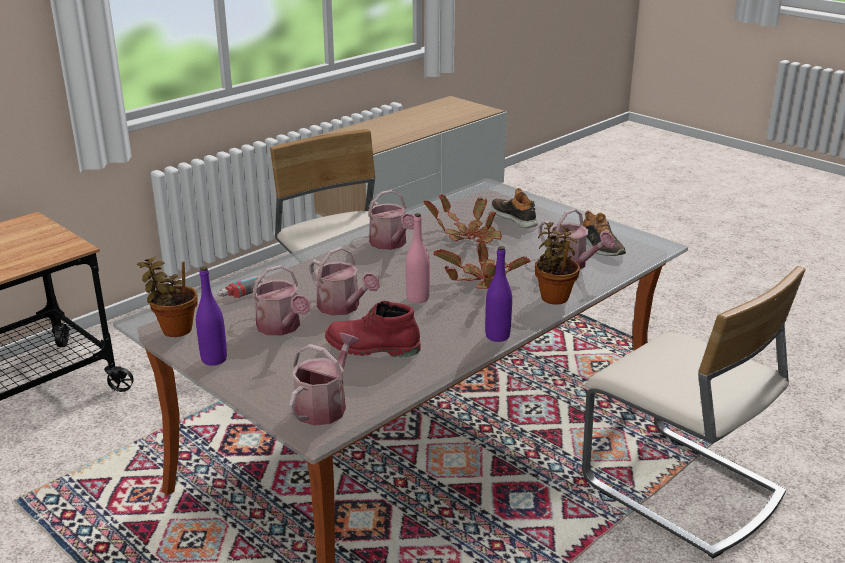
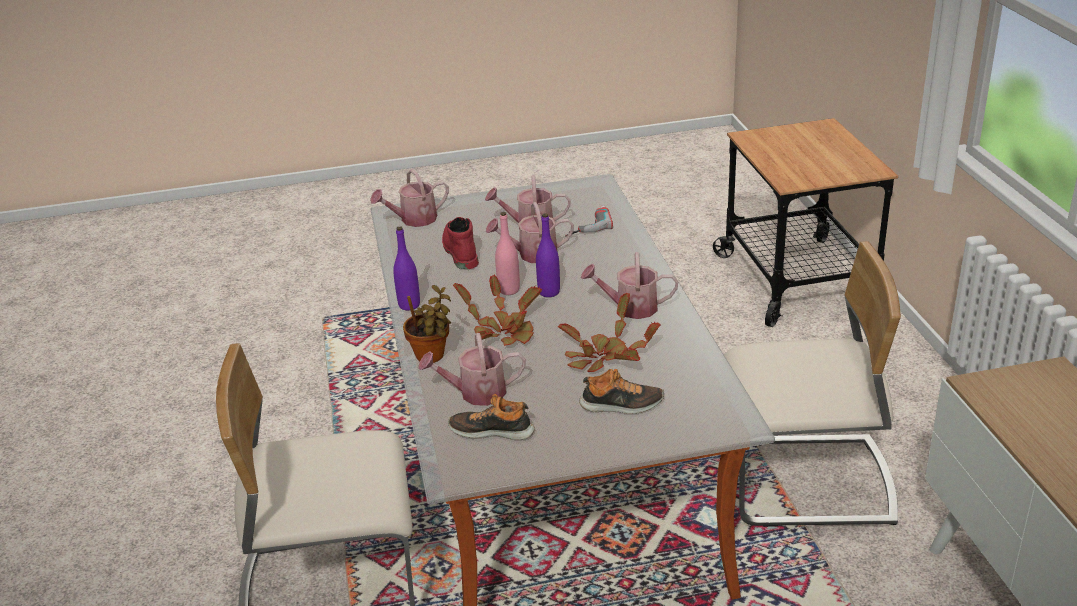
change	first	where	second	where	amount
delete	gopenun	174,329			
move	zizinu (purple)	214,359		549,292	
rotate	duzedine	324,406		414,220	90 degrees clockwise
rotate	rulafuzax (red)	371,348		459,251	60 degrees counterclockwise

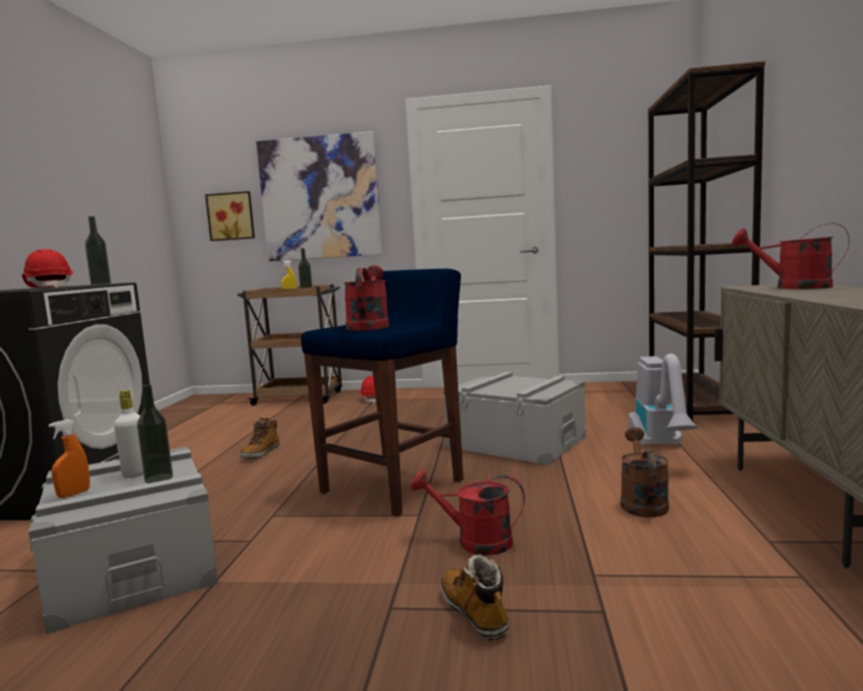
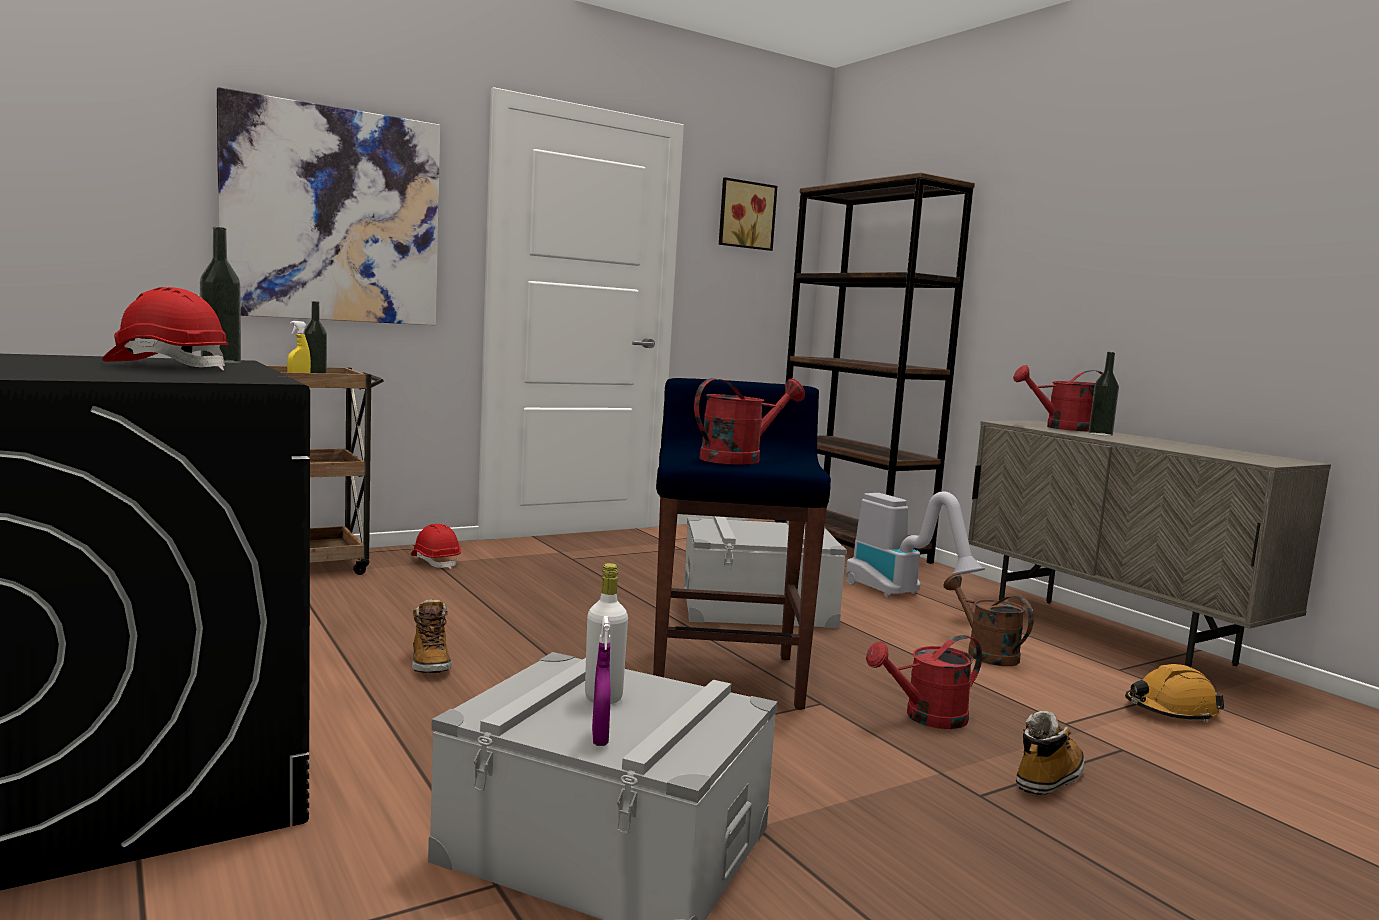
change	first	where	second	where	amount
insert			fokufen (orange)	1171,710	
move	zizinu	159,478		1100,434	
move	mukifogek	231,216		745,215	
recolor	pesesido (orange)	74,494	pesesido (purple)	600,738	
rotate	duzedine (red)	369,326		739,459	90 degrees clockwise
rotate	rulafuzax	474,613		1049,778	105 degrees clockwise

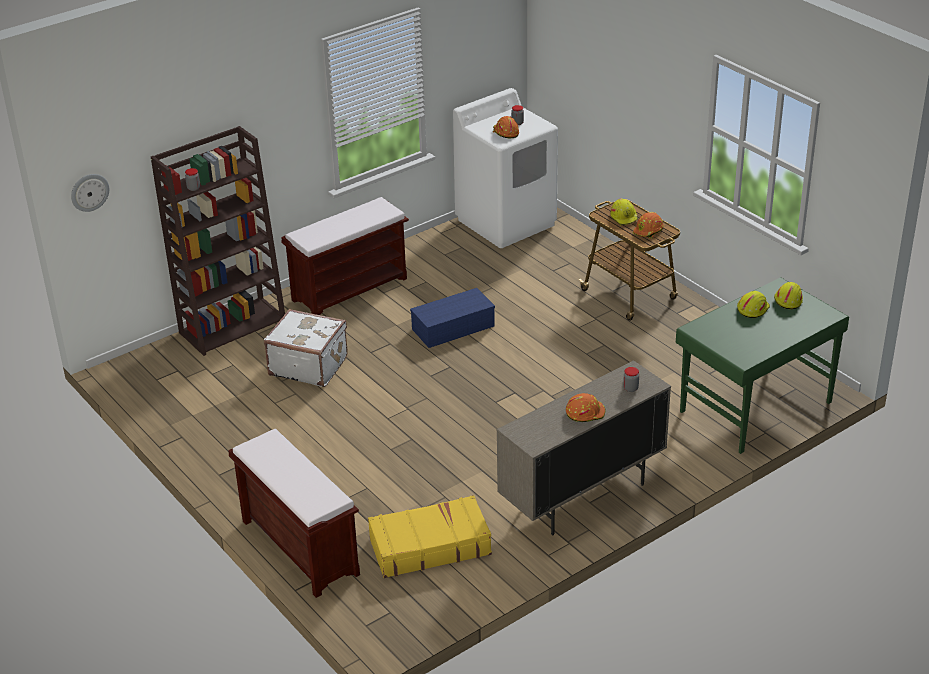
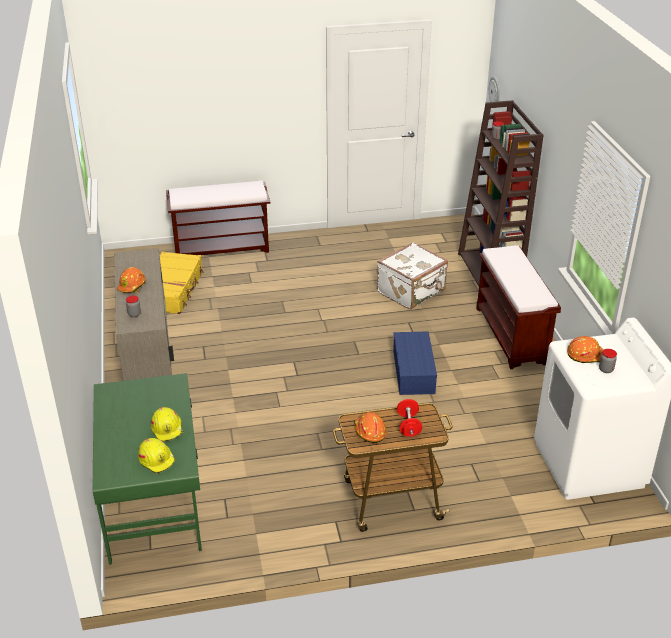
change	first	where	second	where	amount
replace	fokufen (yellow)	624,217	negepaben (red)	408,426	

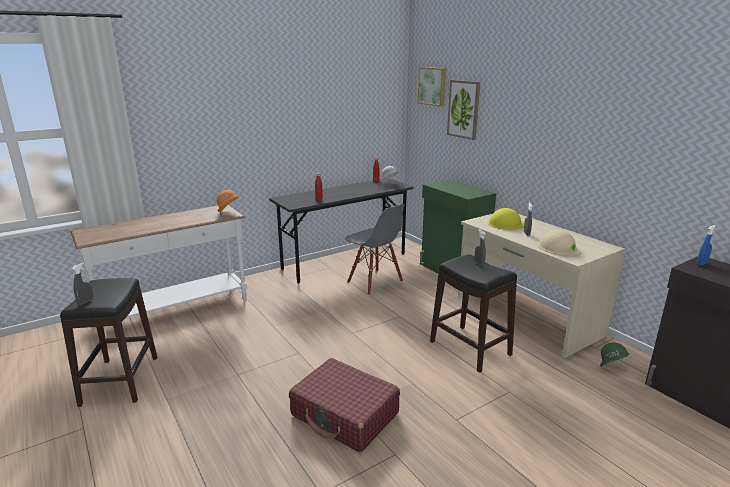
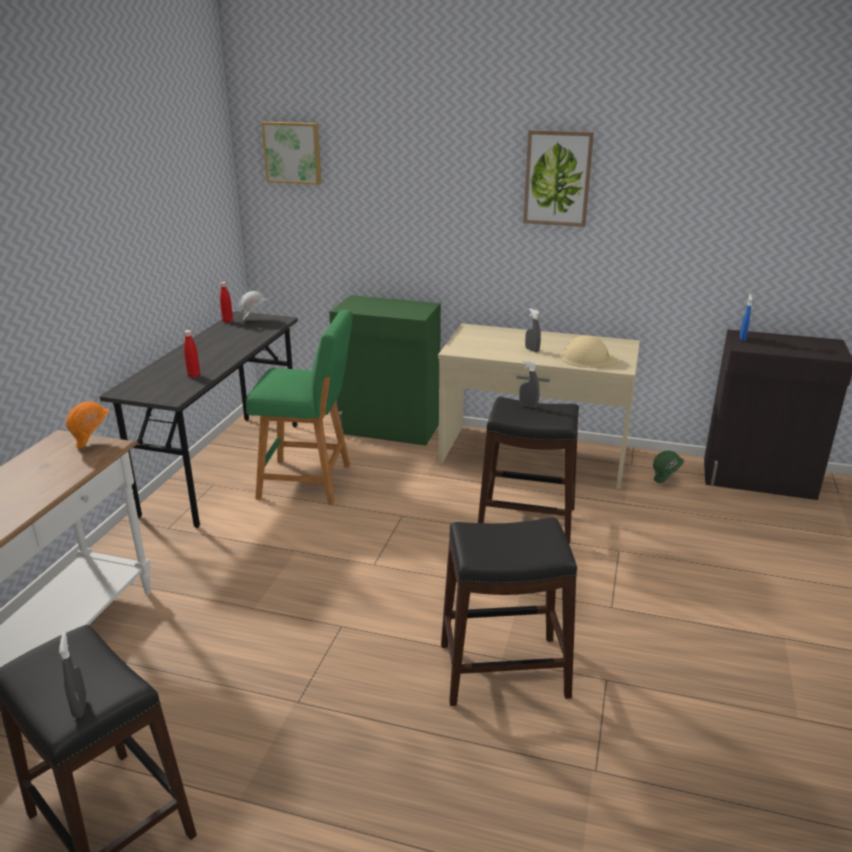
change	first	where	second	where	amount
delete	fokufen (yellow)	506,224			
move	mukifogek	464,109		557,178	
replace	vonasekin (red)	345,415	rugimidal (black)	502,669	
replace	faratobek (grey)	374,282	rugimidal (green)	310,482	

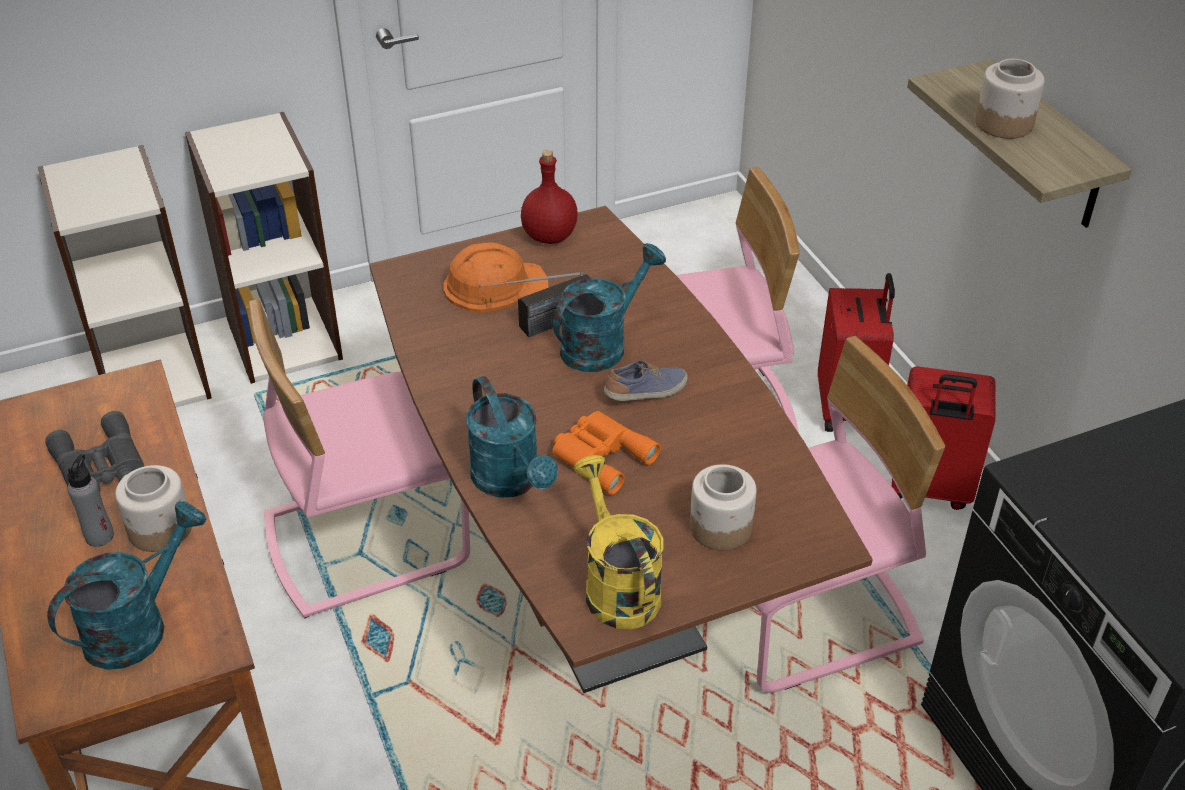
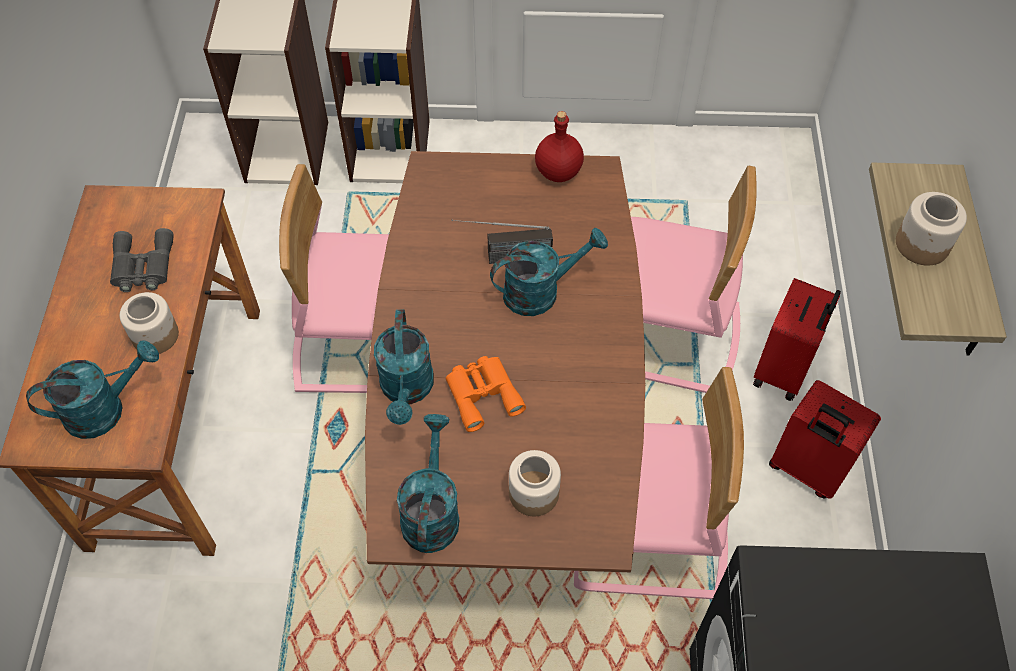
change	first	where	second	where	amount
delete	zizinu (grey)	100,536			
delete	fokufen (orange)	494,285			
delete	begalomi	646,393			
recolor	duzedine (yellow)	616,585	duzedine (turquoise)	431,511	

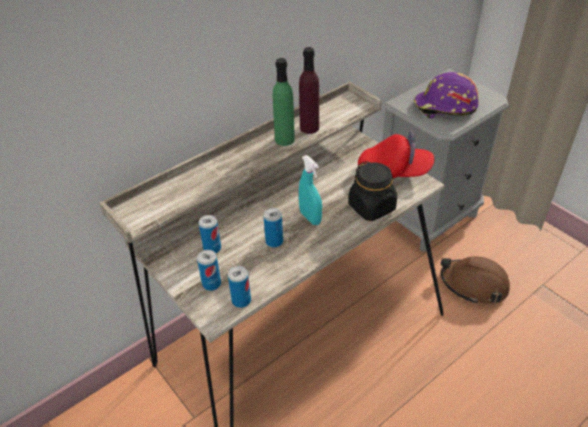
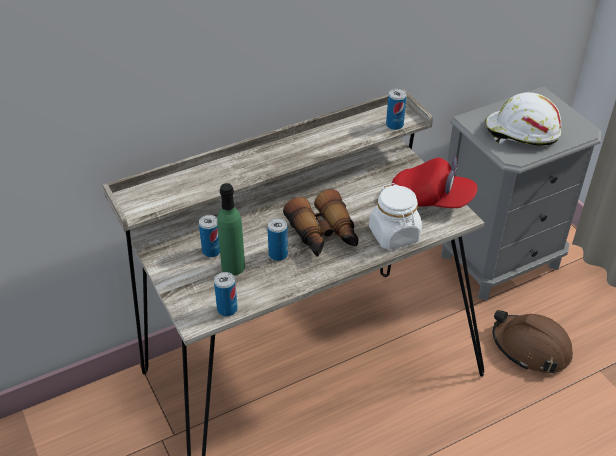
change	first	where	second	where	amount
delete	zizinu (purple)	309,128			
move	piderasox	211,284		394,125	
move	zizinu (green)	284,140		233,267	
replace	pesesido (turquoise)	310,217	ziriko	324,235	
recolor	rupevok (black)	372,207	rupevok (white)	394,235	
recolor	fokufen (purple)	444,107	fokufen (white)	521,133	

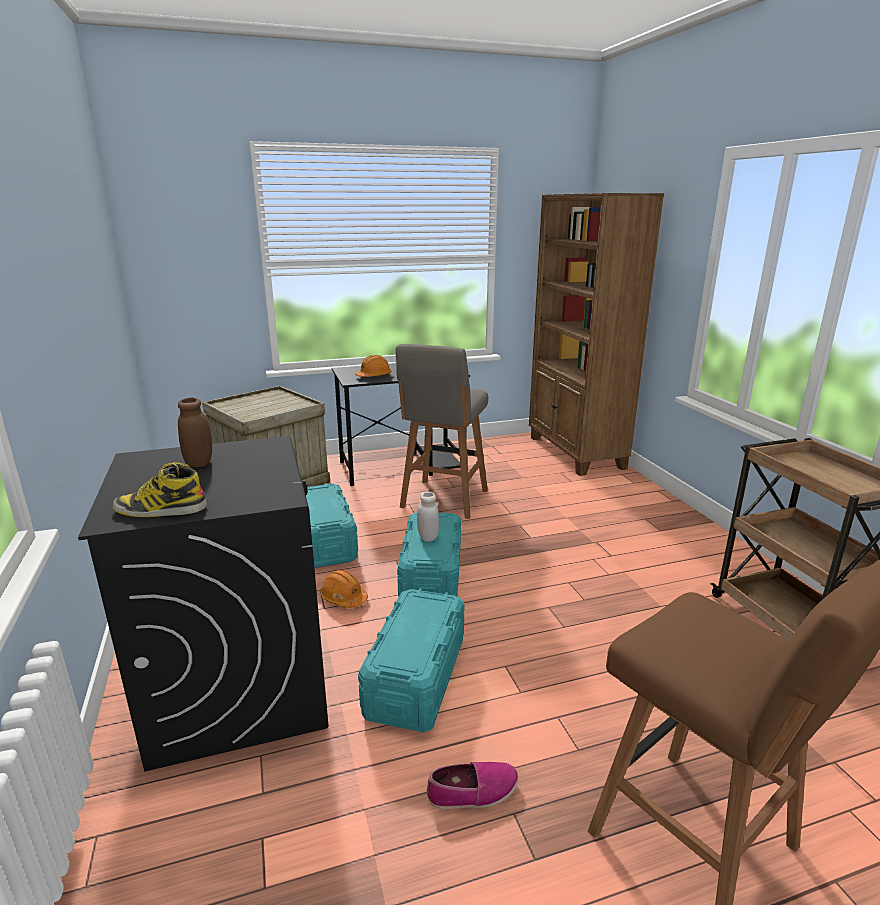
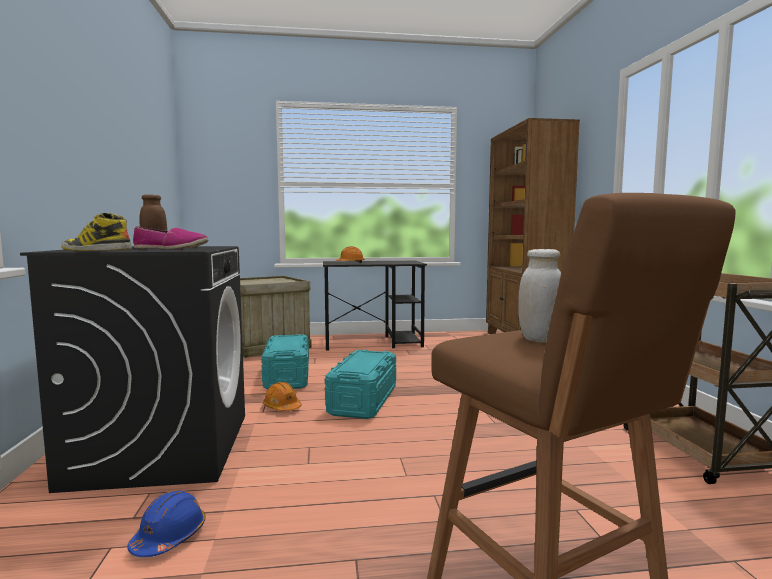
change	first	where	second	where	amount
delete	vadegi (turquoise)	415,677			
delete	rugimidal (grey)	443,500			
insert			fokufen (blue)	169,537	
move	rupevok (white)	428,537		539,339	
move	begalomi	472,792		171,248	

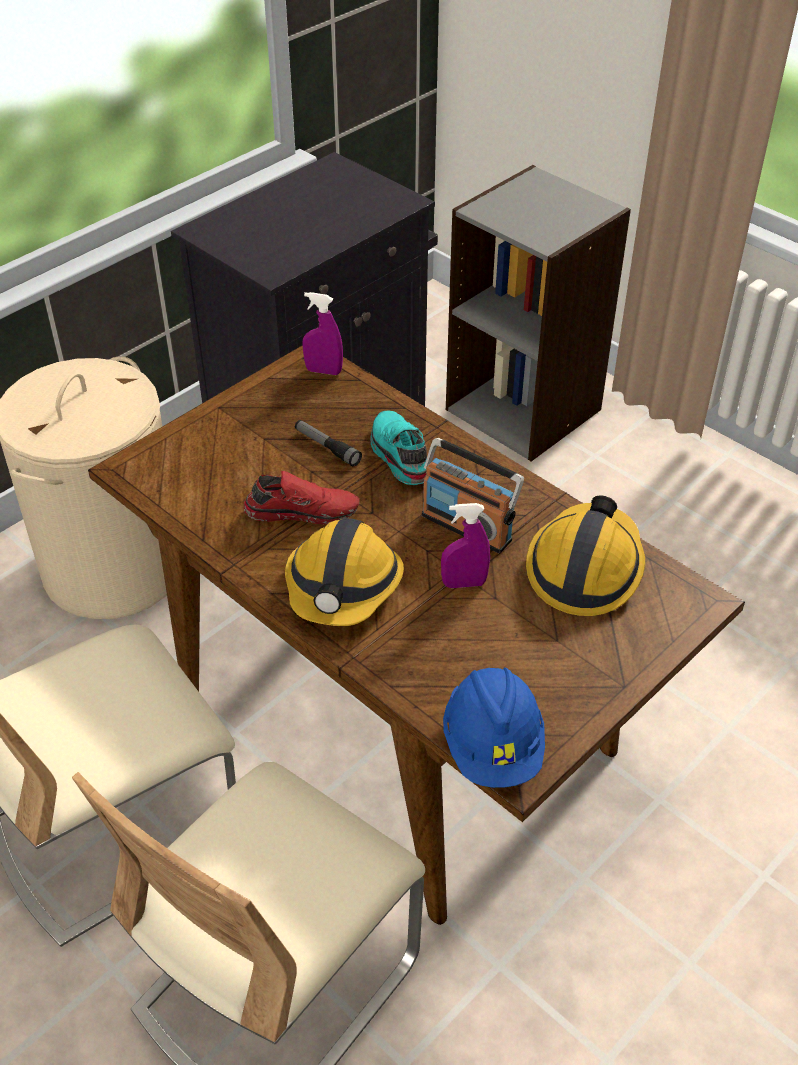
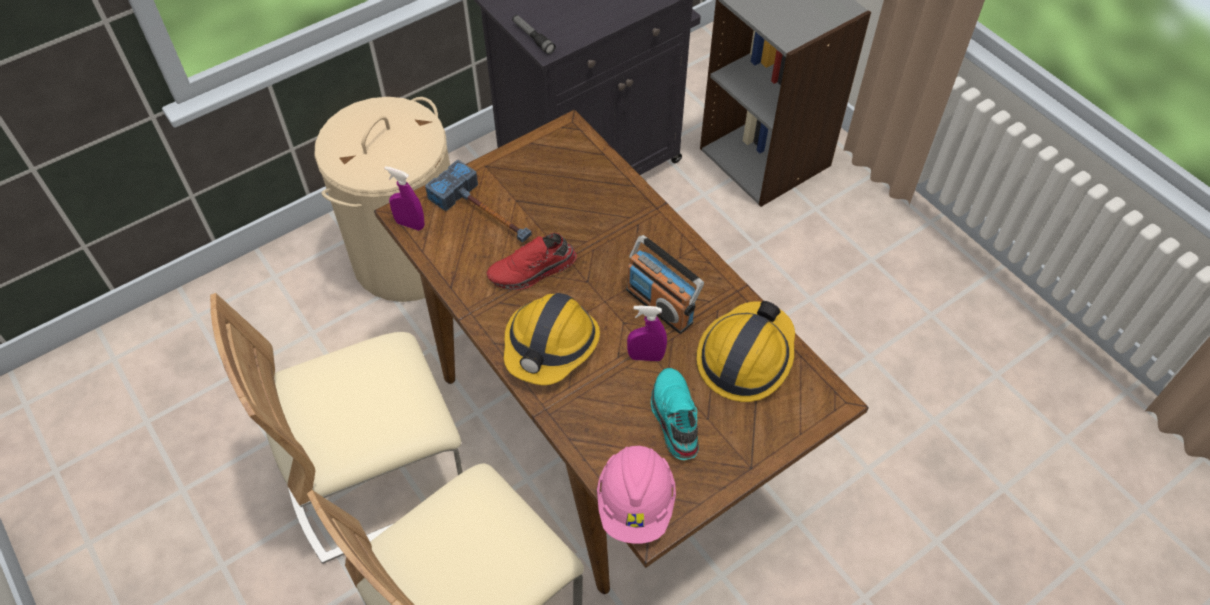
change	first	where	second	where	amount
insert			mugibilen	484,214	
move	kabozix	327,447		533,38	
move	pesesido (purple)	323,371		410,224	
move	begalomi (turquoise)	398,456		673,418	
recolor	fokufen (blue)	493,746	fokufen (pink)	636,503	
rotate	begalomi (red)	302,510		533,271	150 degrees clockwise

